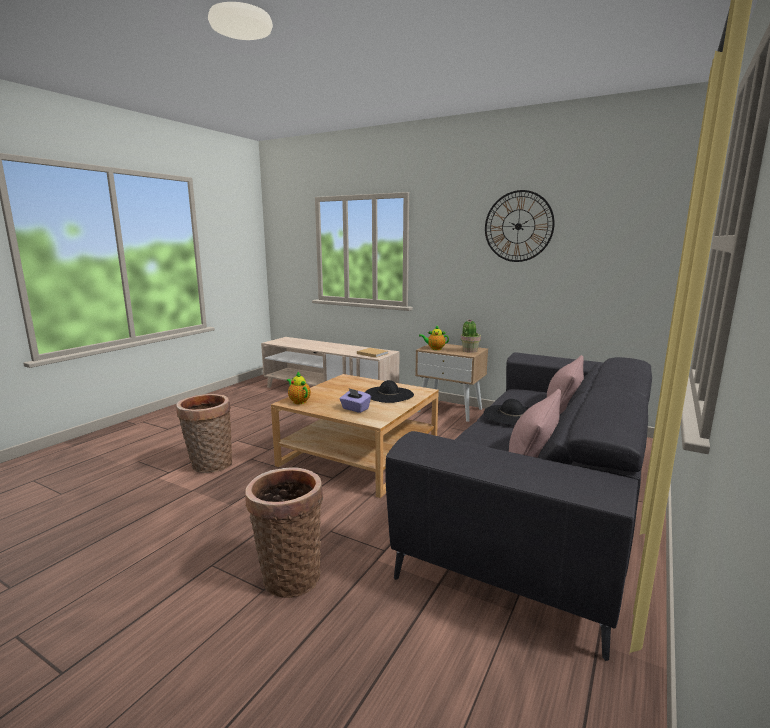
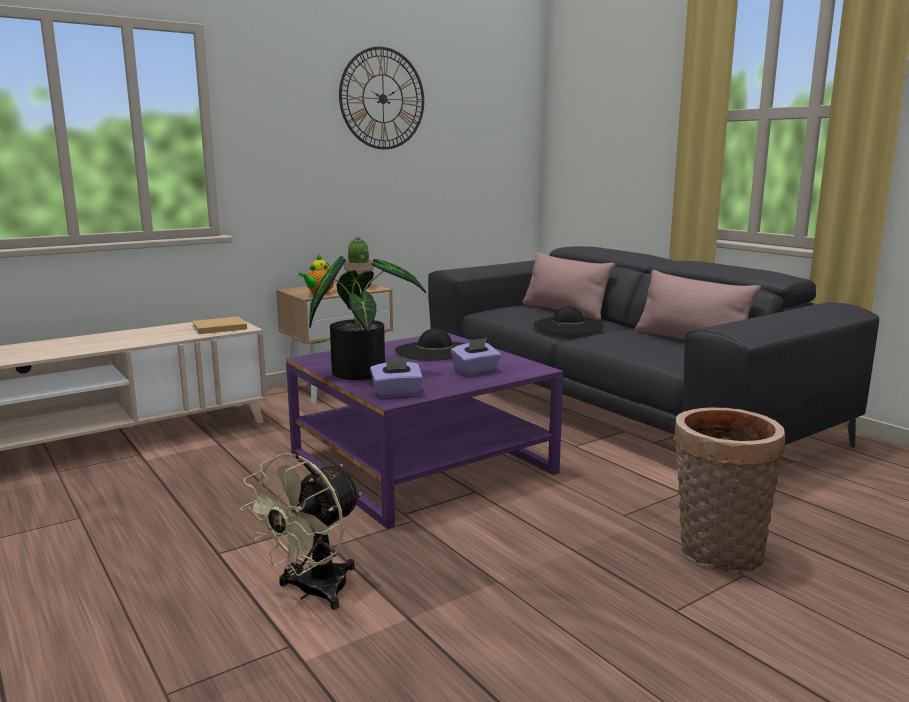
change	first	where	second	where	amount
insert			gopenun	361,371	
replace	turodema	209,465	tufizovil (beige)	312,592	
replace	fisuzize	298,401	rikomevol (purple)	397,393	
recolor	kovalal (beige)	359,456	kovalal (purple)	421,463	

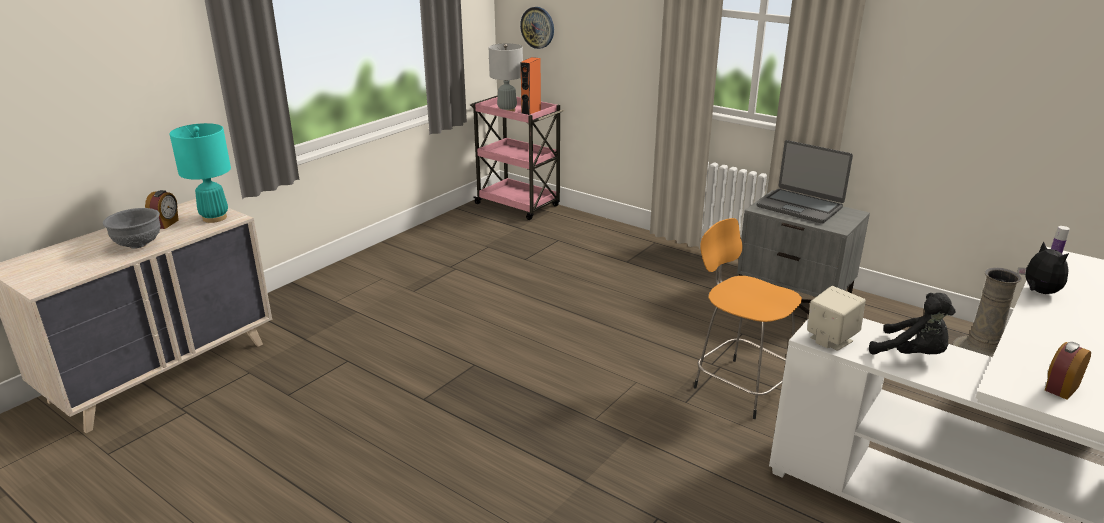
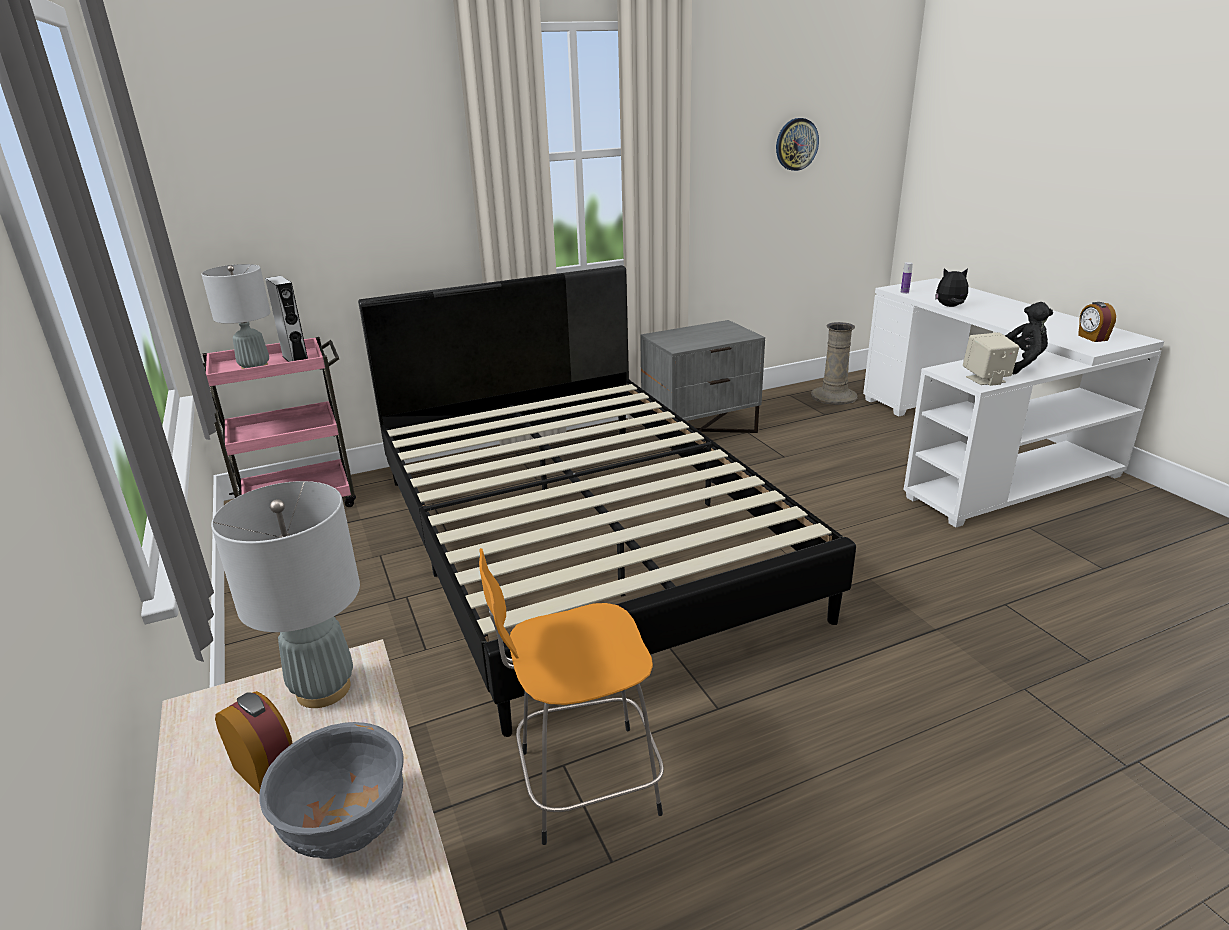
change	first	where	second	where	amount
delete	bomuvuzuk	800,207			
insert			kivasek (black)	582,540	
move	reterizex	538,27		796,144	
move	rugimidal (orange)	740,386		583,783	
recolor	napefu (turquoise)	214,218	napefu (grey)	323,689	
recolor	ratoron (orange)	531,113	ratoron (grey)	295,359	

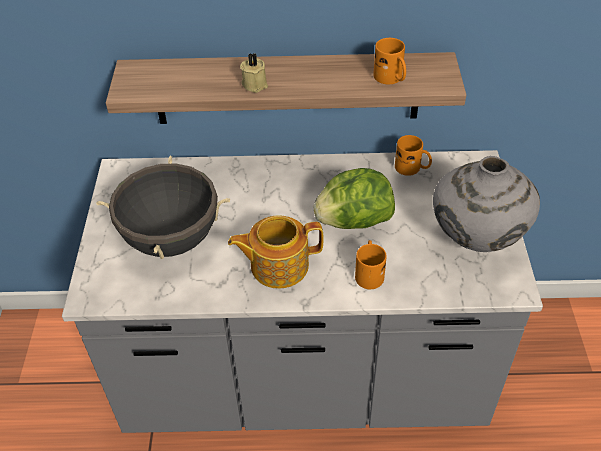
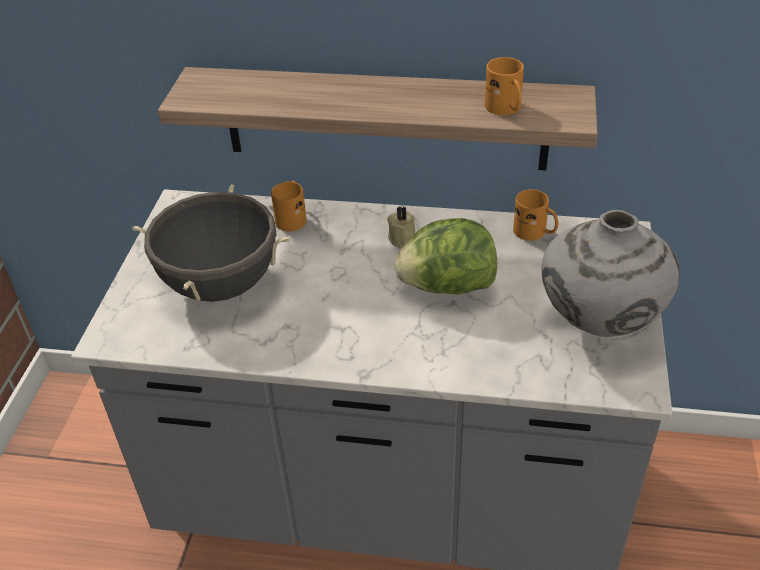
change	first	where	second	where	amount
delete	fisuzize	278,265			
move	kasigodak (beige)	255,84		403,238	
move	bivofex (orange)	368,272		292,217	

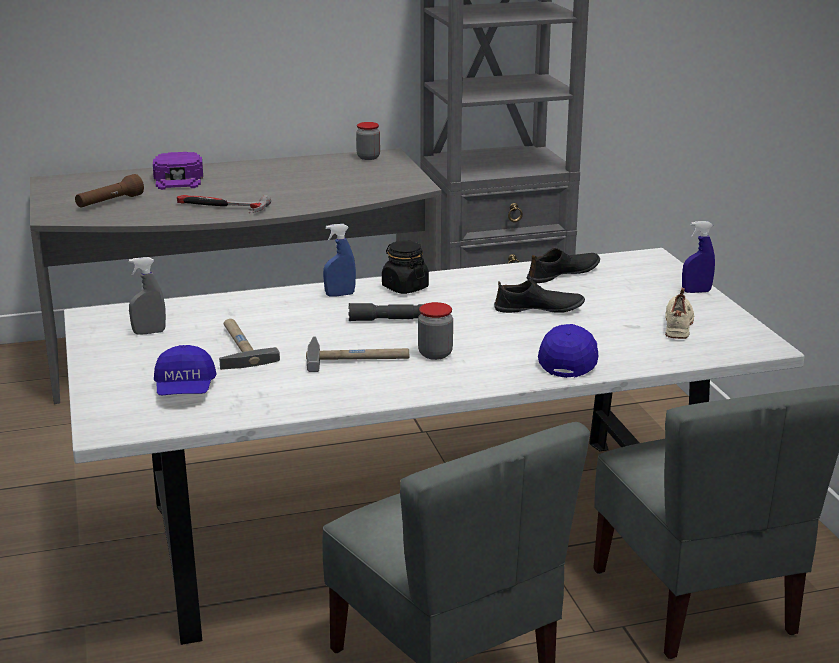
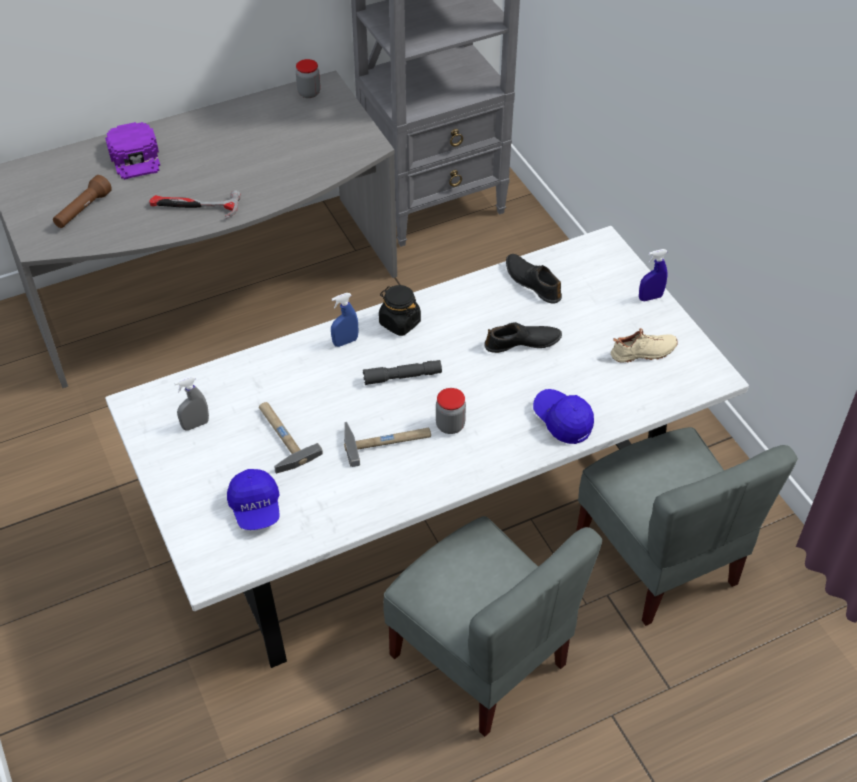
change	first	where	second	where	amount
rotate	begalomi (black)	563,274		533,282	90 degrees counterclockwise
rotate	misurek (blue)	569,361		562,421	45 degrees counterclockwise
rotate	begalomi (beige)	679,325		643,353	75 degrees clockwise

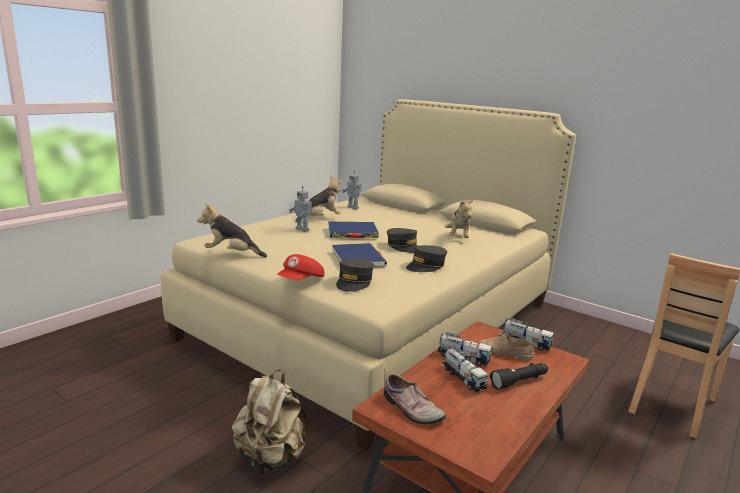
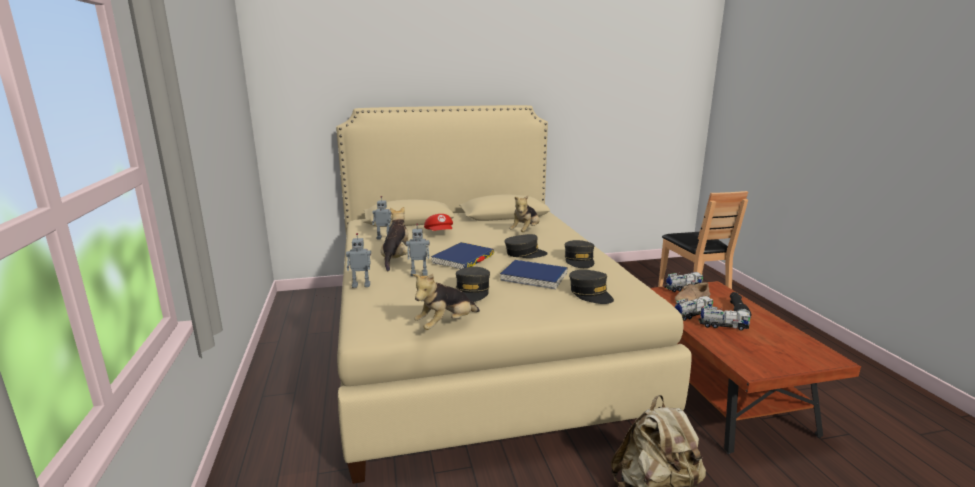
change	first	where	second	where	amount
delete	begalomi	411,409			
insert			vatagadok	361,285	
insert			misurek (grey)	472,291	
move	misurek (red)	301,281		440,233	
rotate	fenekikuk	458,237		525,231	75 degrees clockwise

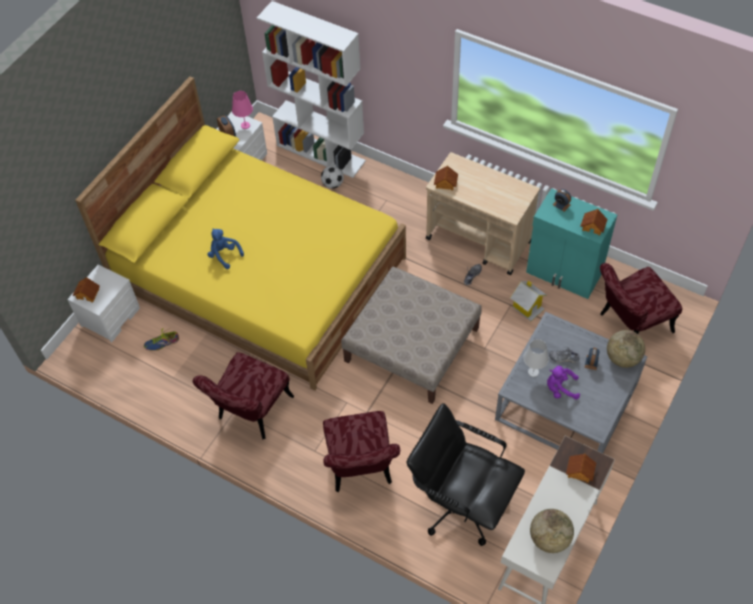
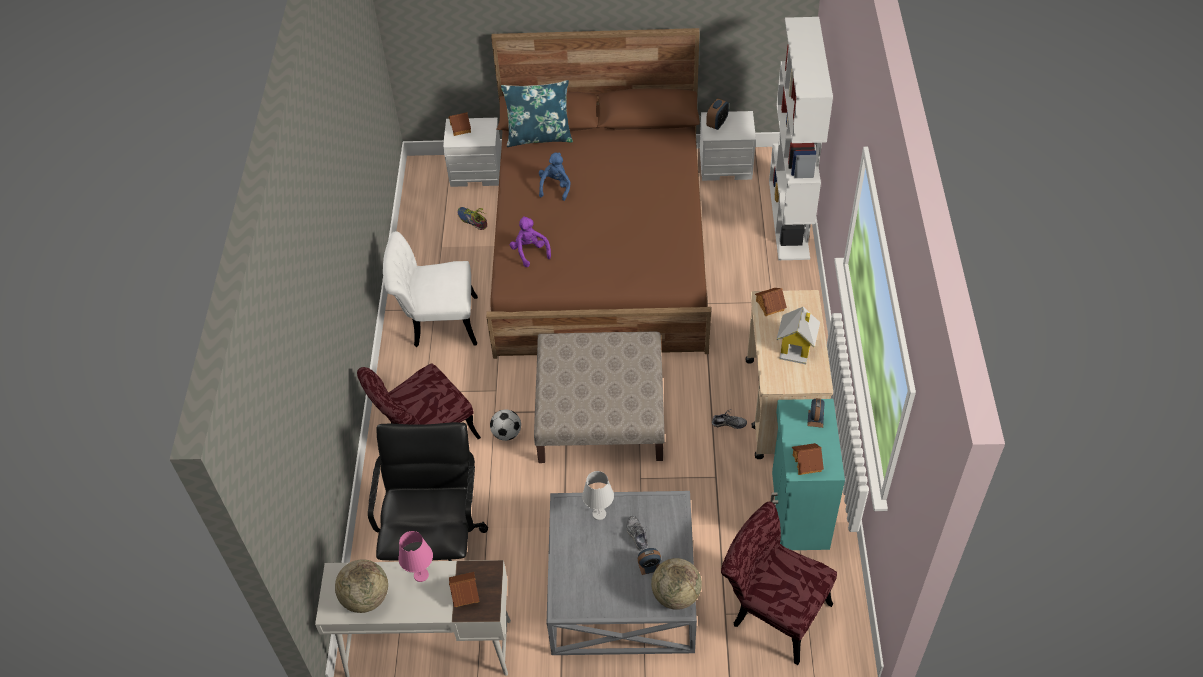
change	first	where	second	where	amount
insert			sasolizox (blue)	539,137	
move	napefu (pink)	245,125		421,575	
move	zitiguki	333,184		506,433	
move	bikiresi	527,307		796,347	
move	fenekikuk (purple)	560,389		530,252	
recolor	kivasek (yellow)	259,272	kivasek (brown)	601,248	
recolor	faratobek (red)	251,413	faratobek (white)	437,323	

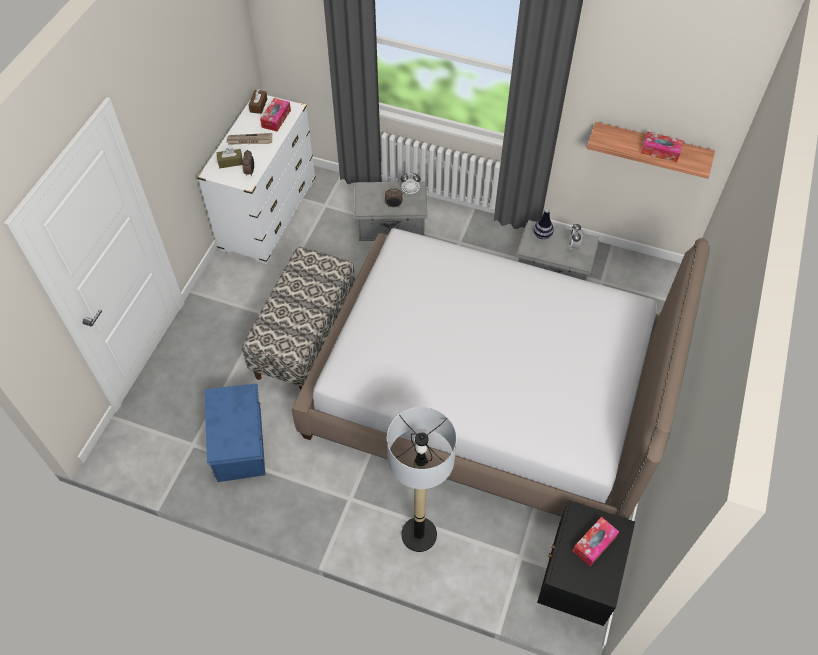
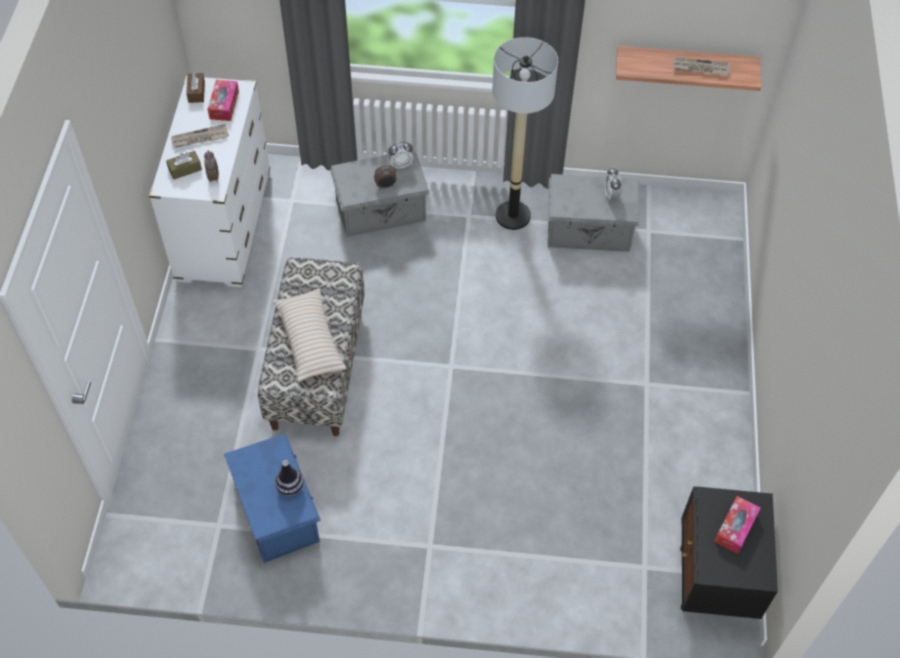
change	first	where	second	where	amount
delete	kivasek	487,394			
insert			sasolizox (beige)	310,341	
move	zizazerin	418,534		512,216	
move	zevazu	542,235		290,487	
replace	rikomevol	660,151	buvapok	700,68	

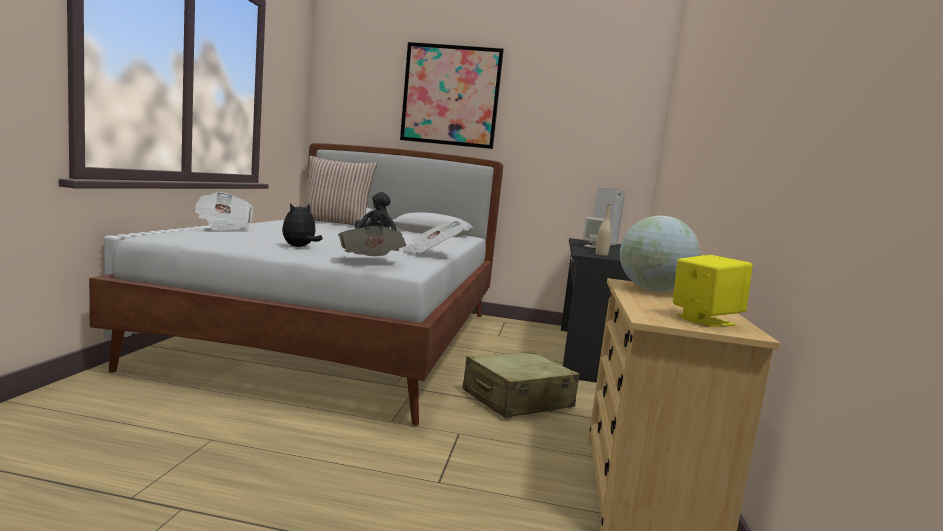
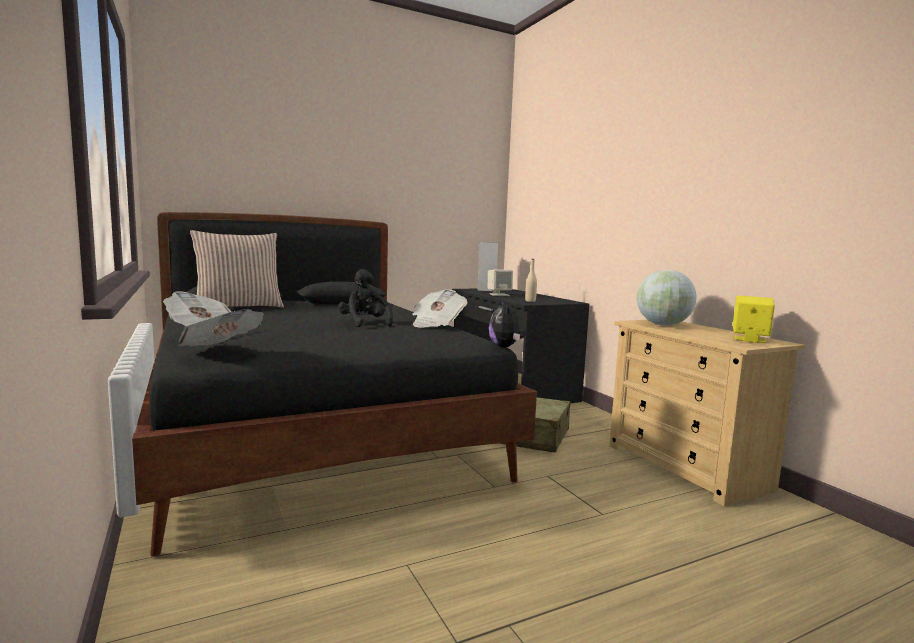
change	first	where	second	where	amount
delete	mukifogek	451,96			
move	fenekikuk	299,247		505,347	
move	buvapok	371,261		222,351	
recolor	kivasek (white)	344,338	kivasek (black)	313,431	

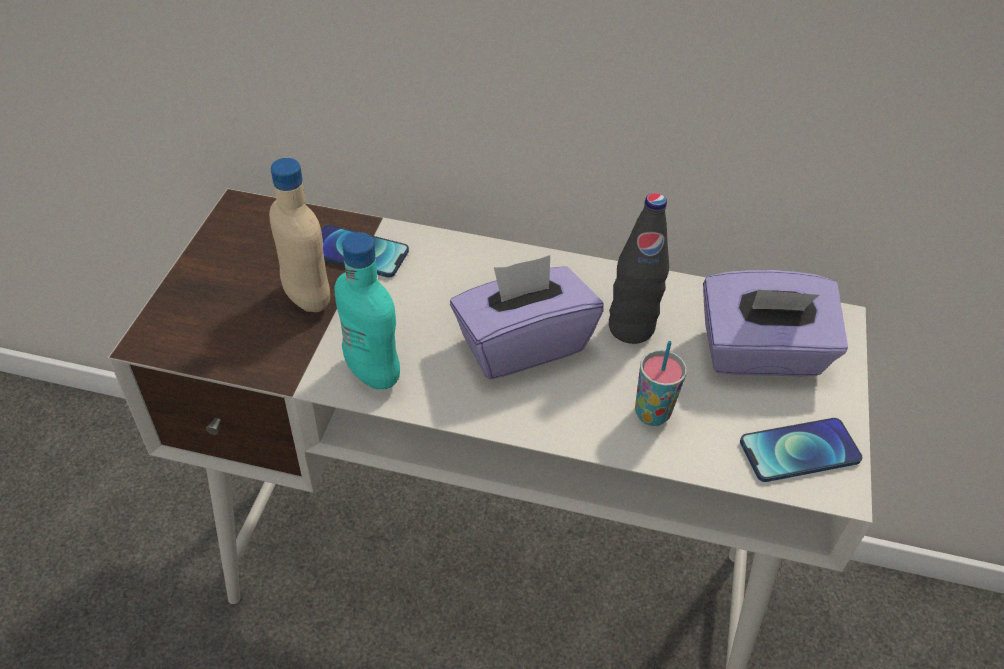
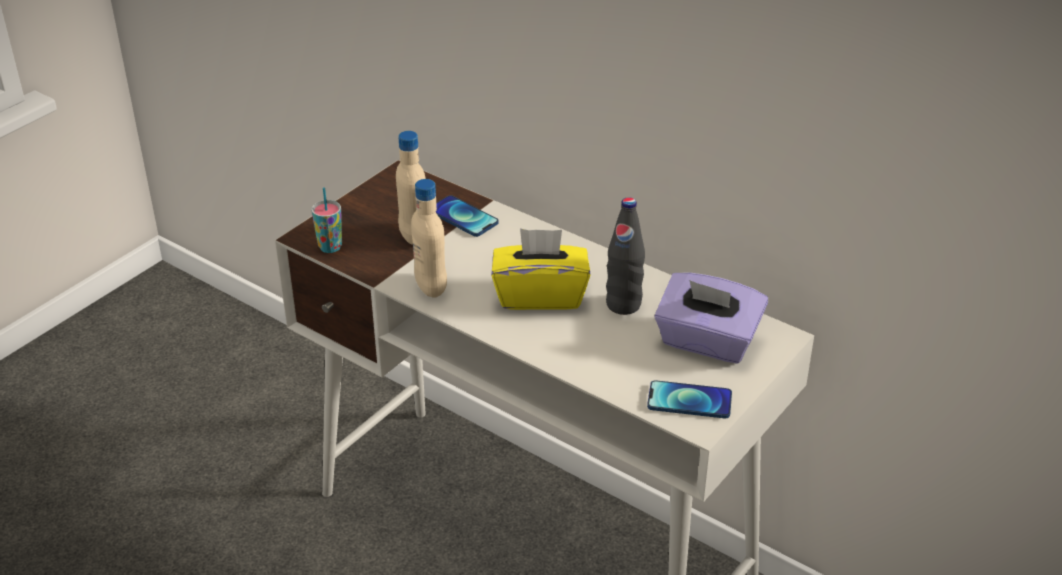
change	first	where	second	where	amount
move	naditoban	652,414		330,247	
recolor	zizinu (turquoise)	372,372	zizinu (beige)	431,287	
recolor	rikomevol (purple)	522,344	rikomevol (yellow)	540,295	

